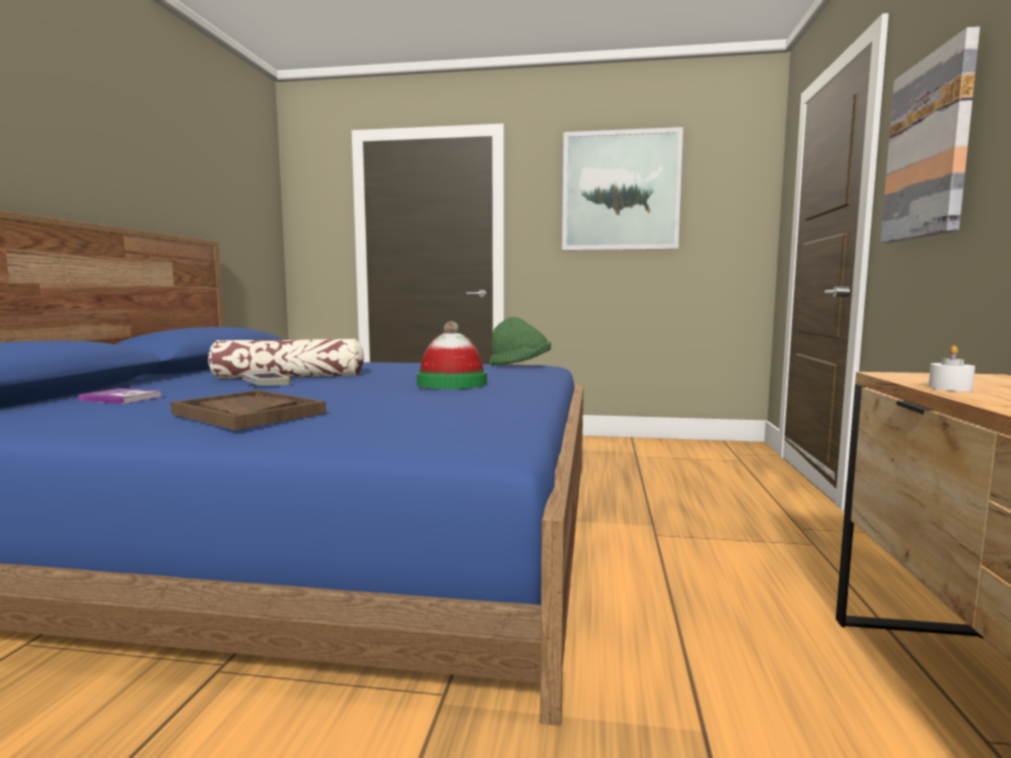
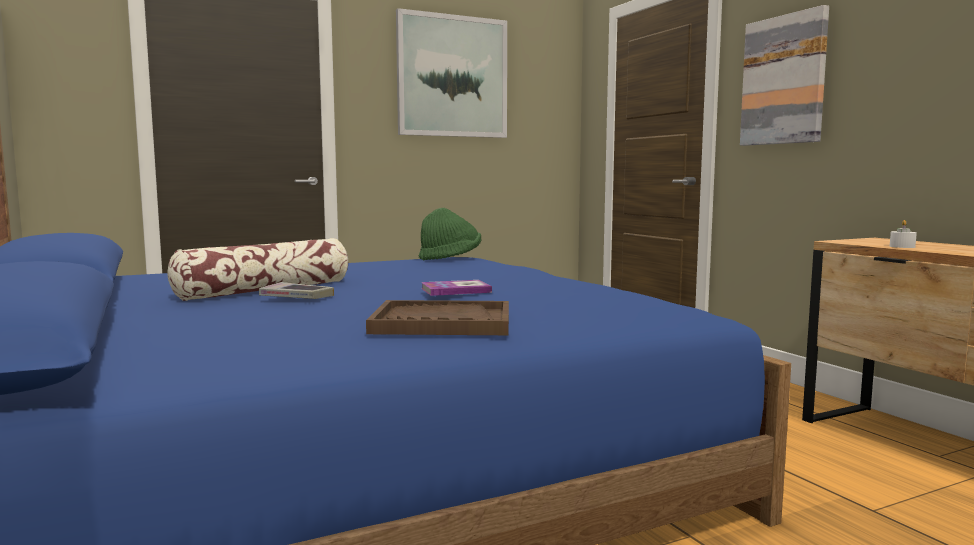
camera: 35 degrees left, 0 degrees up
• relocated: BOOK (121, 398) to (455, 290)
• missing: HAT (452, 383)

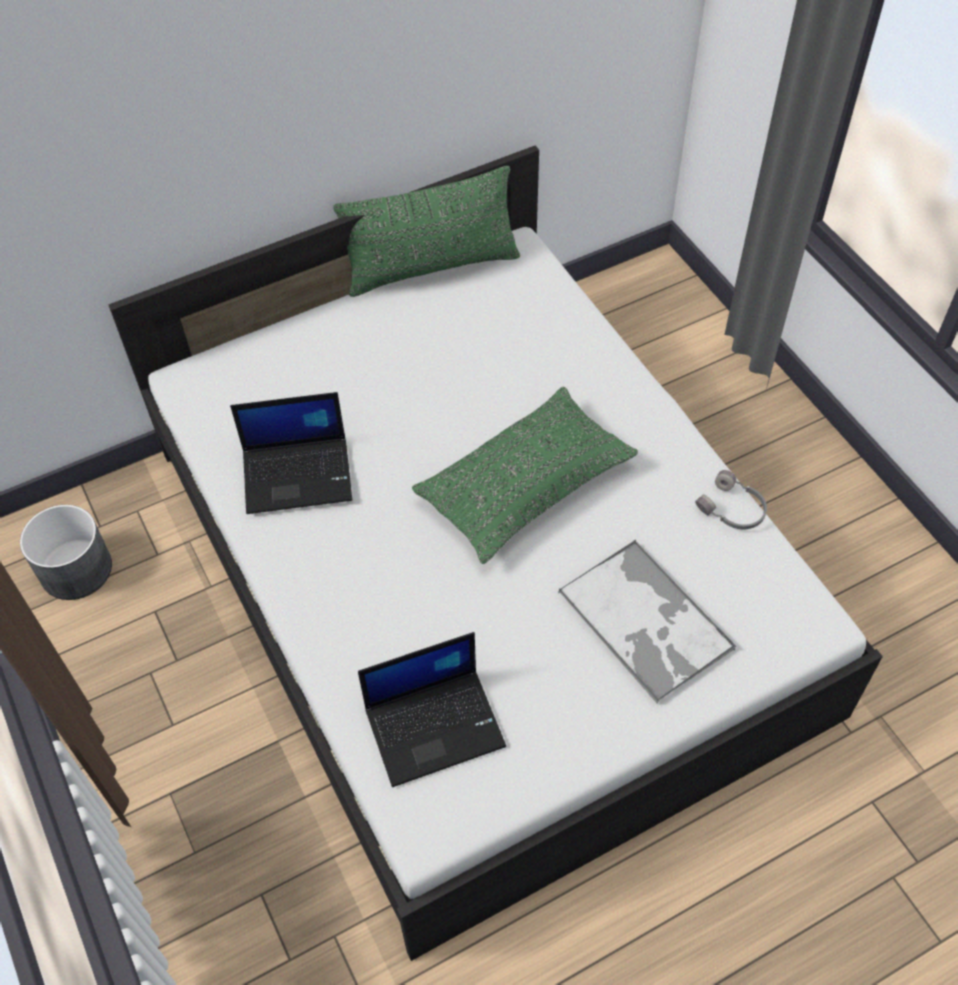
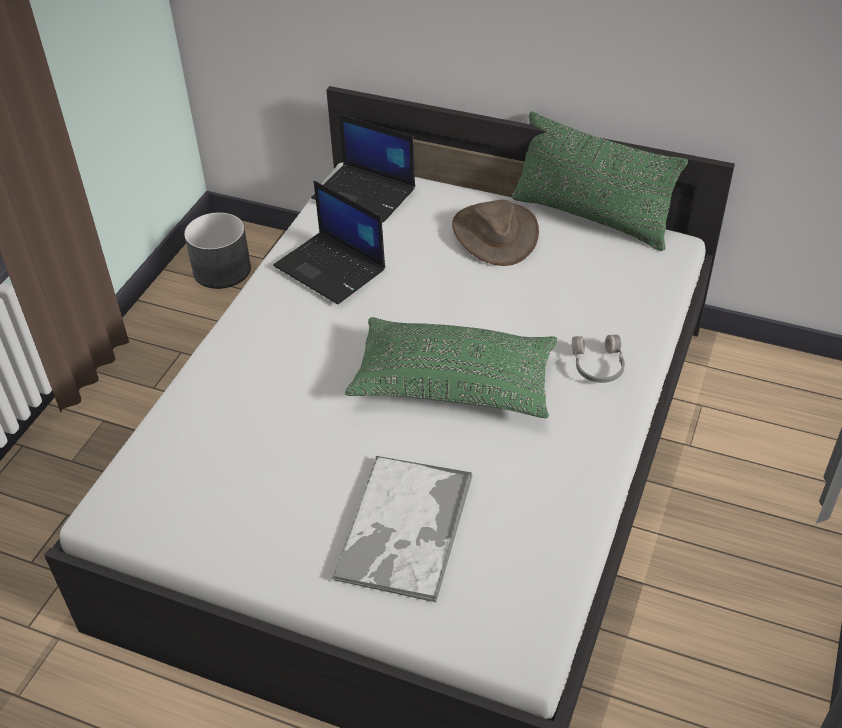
camera: 50 degrees right, 10 degrees down
• relocated: LAPTOP (435, 725) to (365, 194)
• relocated: GREY HEADPHONES (732, 509) to (597, 366)
• appeared: BROWN HAT (494, 234)

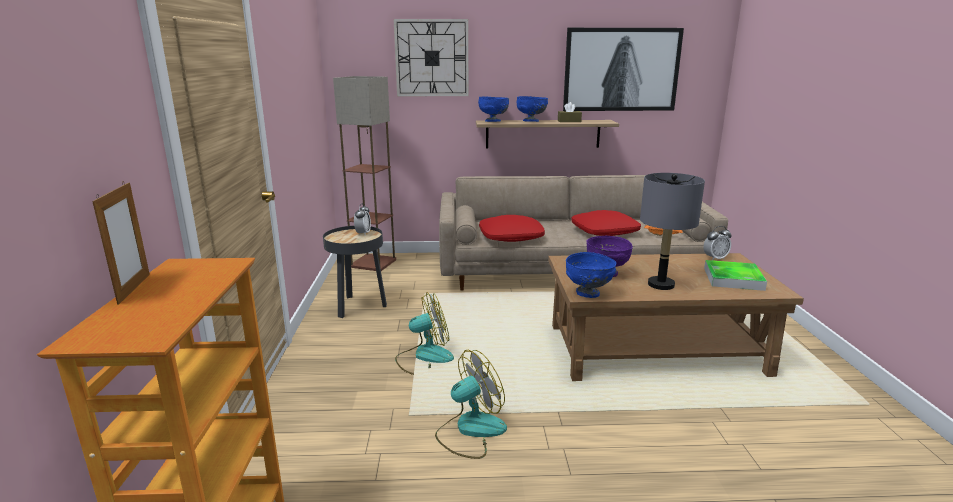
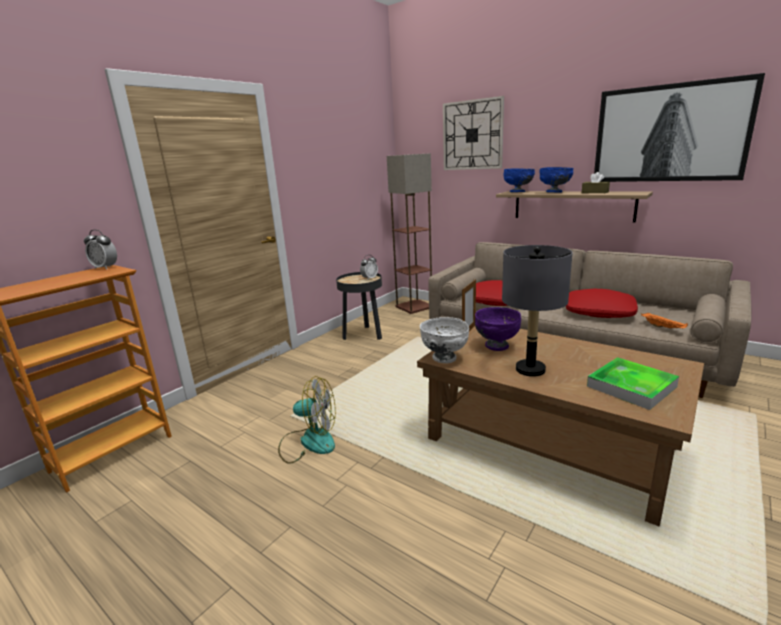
camera: 40 degrees right, 0 degrees up
• relocated: PICTURE FRAME (134, 288) to (469, 331)
• missing: FAN (424, 357)
• colour: BLUE BOWL (588, 294) to WHITE BOWL (444, 358)
• relocated: ALARM CLOCK (715, 258) to (105, 268)

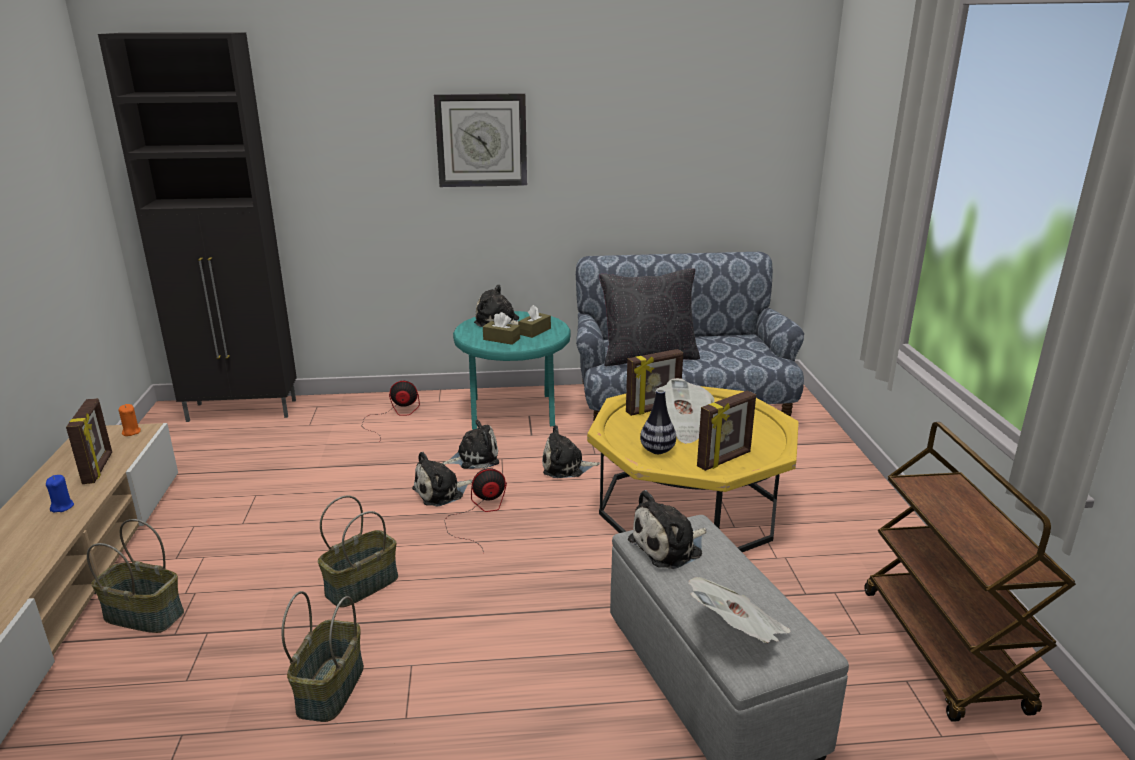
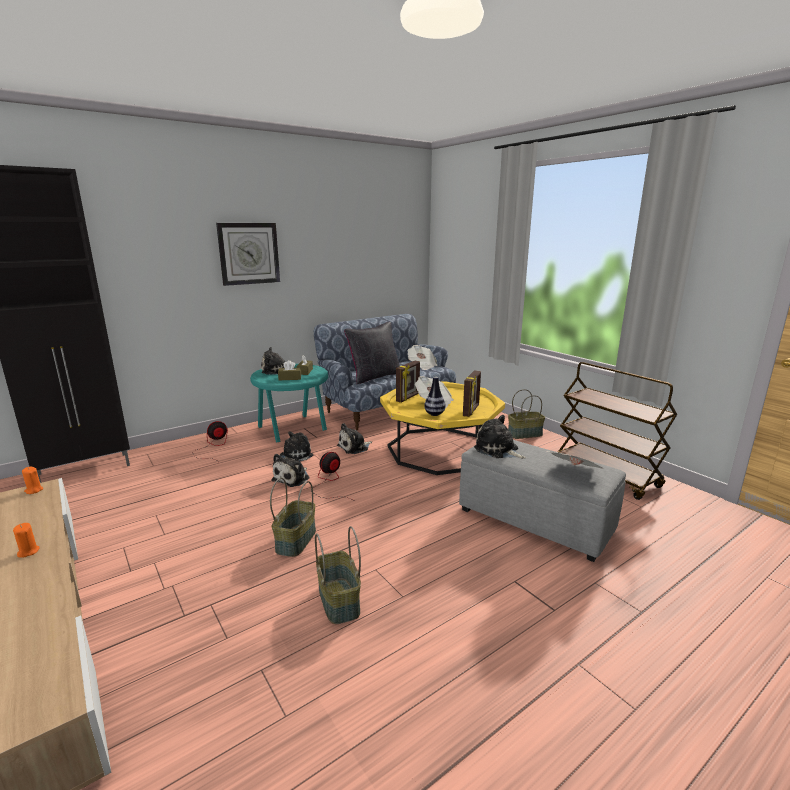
camera: 30 degrees left, 5 degrees down
• colour: BLUE CANDLE (62, 507) to ORANGE CANDLE (28, 552)
• missing: PICTURE FRAME (99, 468)
• relocated: BASKET (145, 615) to (524, 434)
• spun: PLUSH TOY (669, 547) = (498, 450) 105 degrees clockwise
• appeared: NEWSPAPER (422, 365)

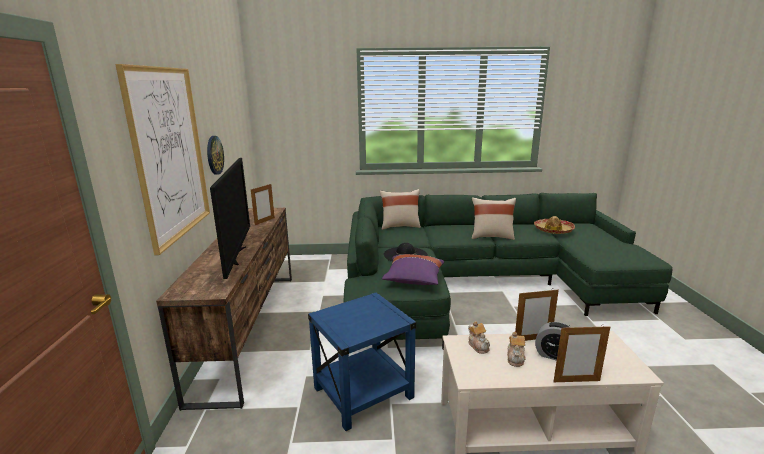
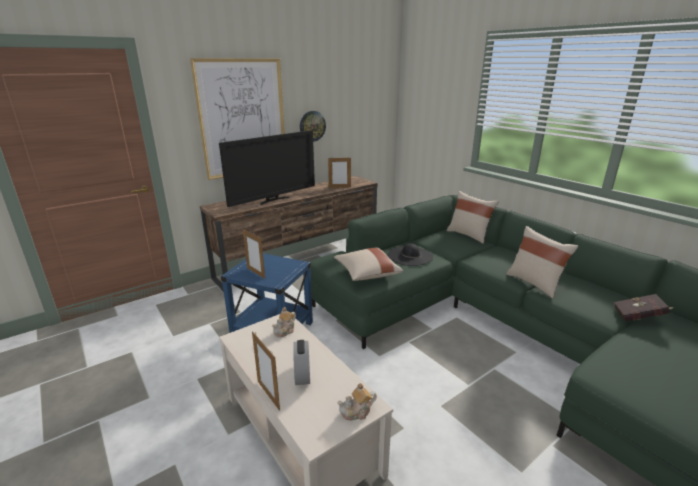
camera: 55 degrees right, 5 degrees up
• colour: PURPLE PILLOW (413, 280) to BEIGE PILLOW (367, 273)
• relocated: TEAPOT (515, 358) to (357, 412)
• relocated: PICTURE FRAME (533, 339) to (256, 273)
• exchanged: HAT (553, 230) to RED BOOK (639, 317)

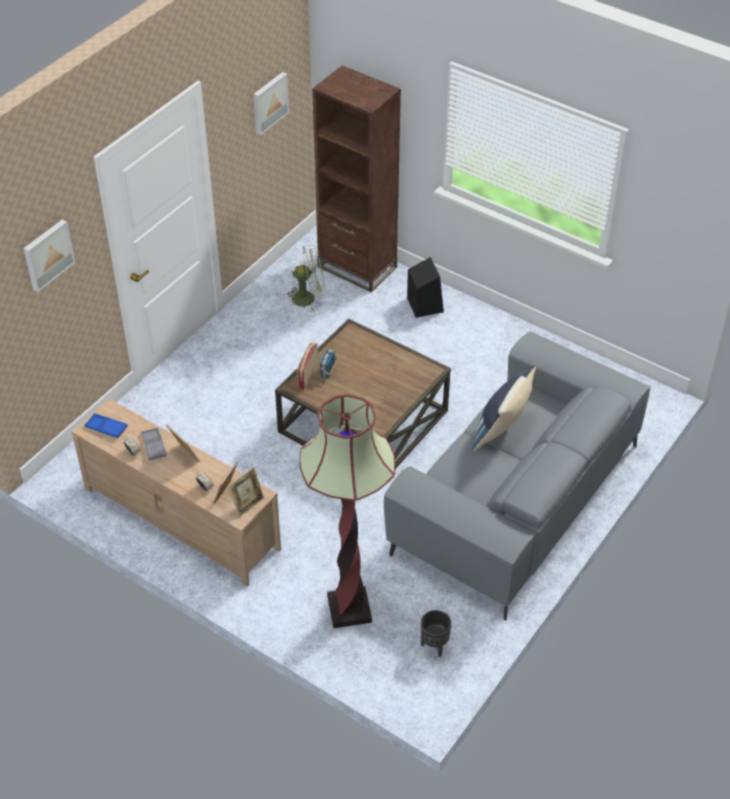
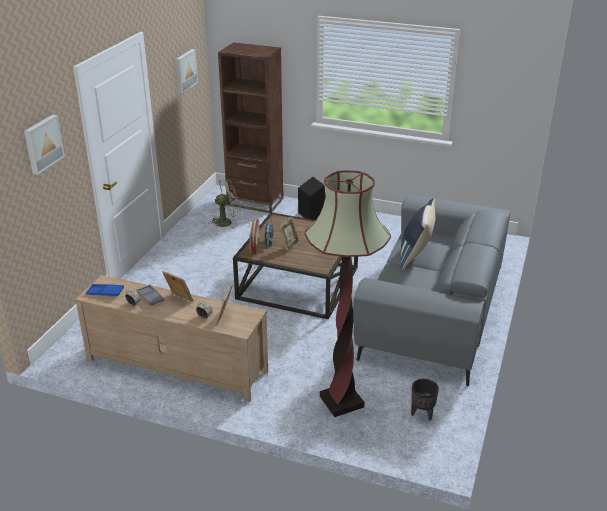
camera: 15 degrees left, 15 degrees down
• relocated: PICTURE FRAME (247, 504) to (289, 246)

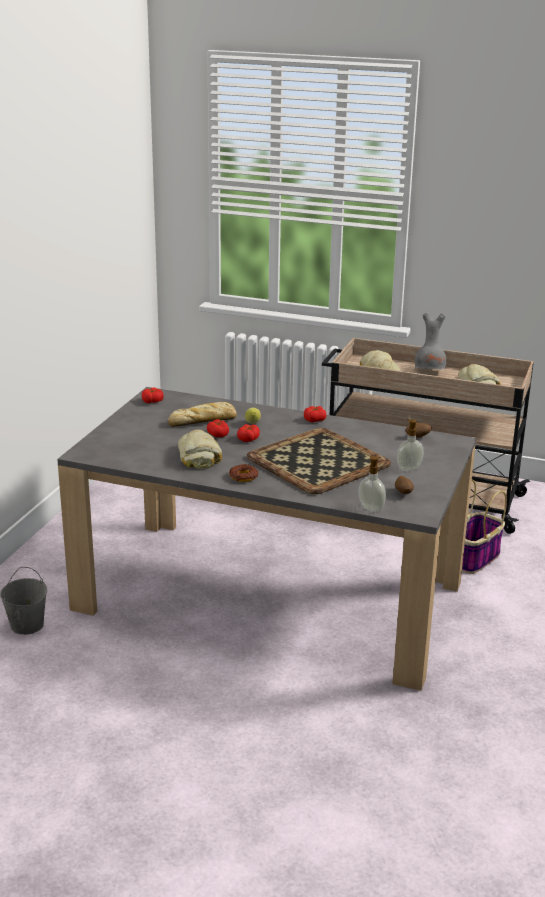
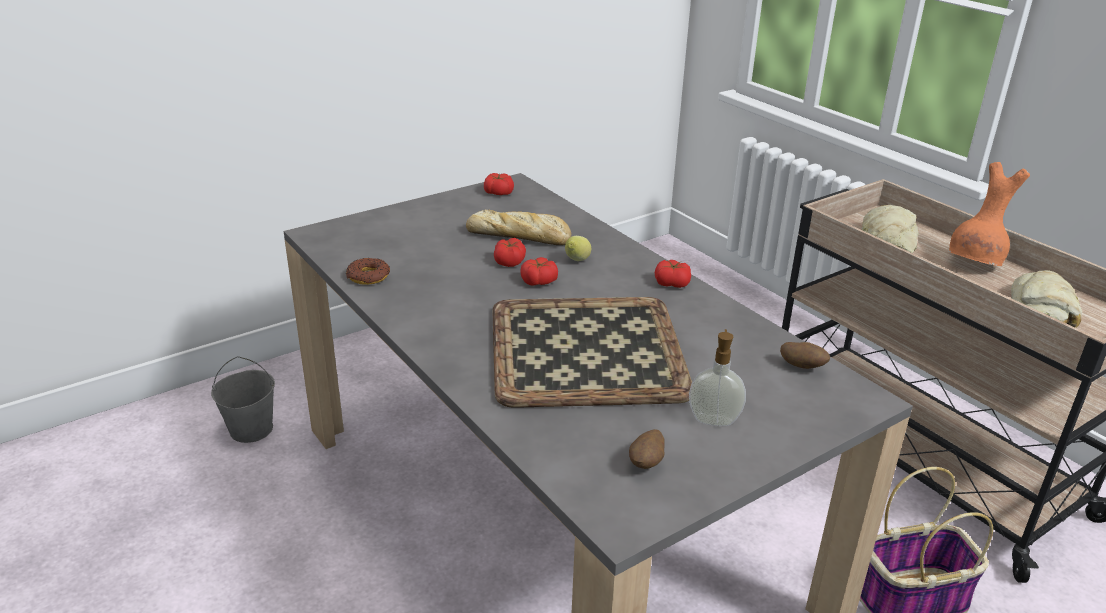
camera: 35 degrees right, 5 degrees up
• missing: BREAD (199, 456)
• relocated: DONUT (243, 477) to (368, 276)
• missing: SOAP DISPENSER (371, 508)
• colour: GREY VASE (430, 372) to ORANGE VASE (975, 264)

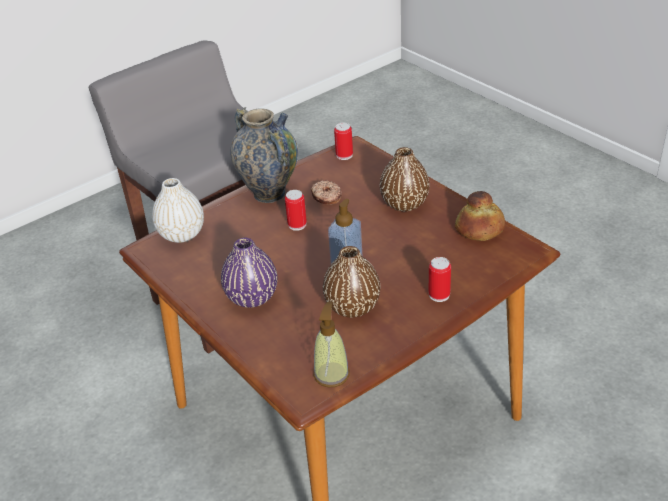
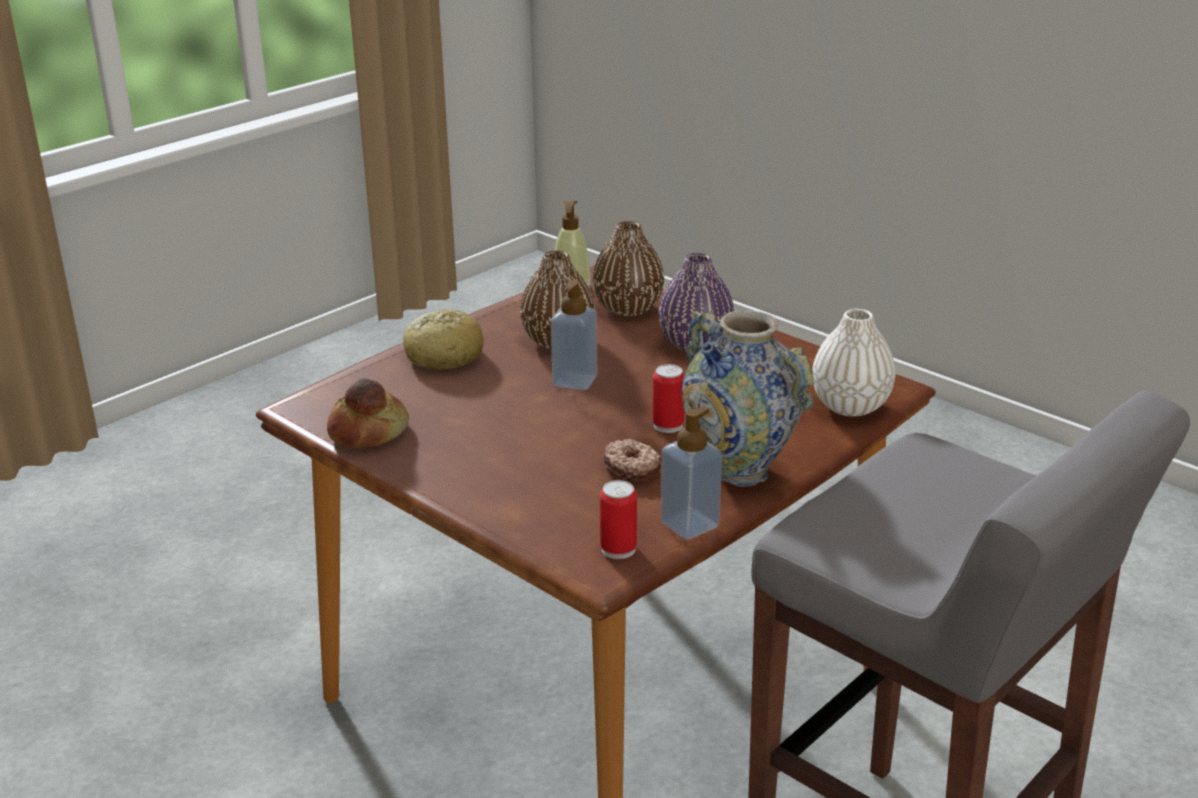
camera: 170 degrees right, 10 degrees down
• relocated: BROWN VASE (404, 203) to (628, 308)
• exchanged: CAN (439, 295) to BREAD (444, 355)
• appeared: SOAP DISPENSER (689, 524)

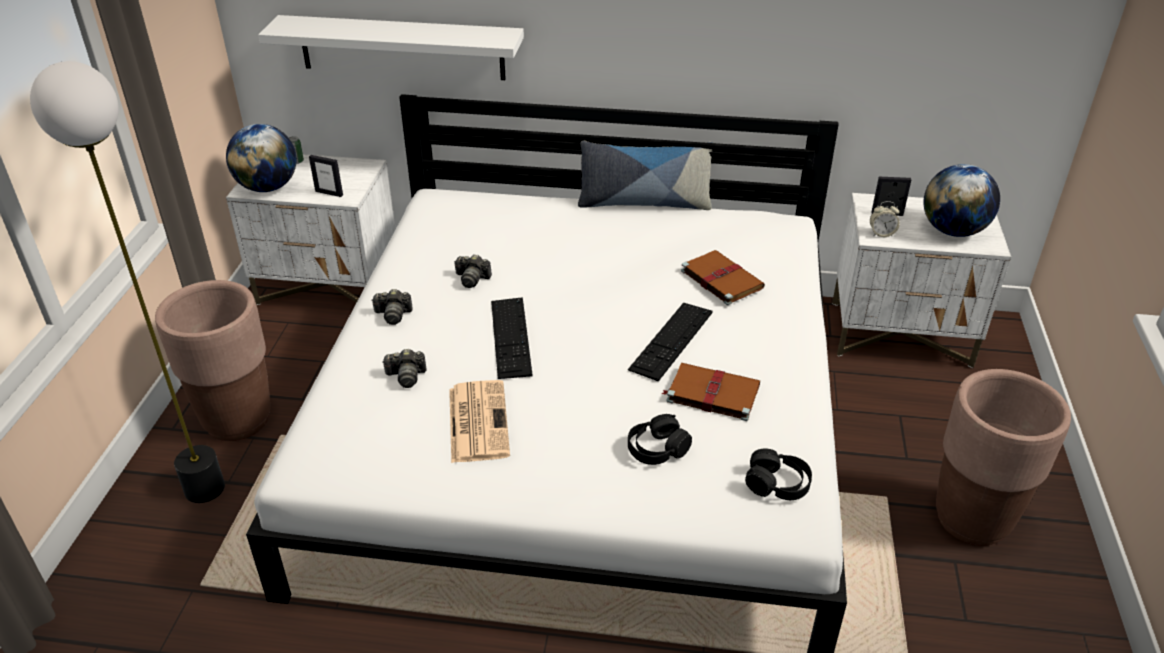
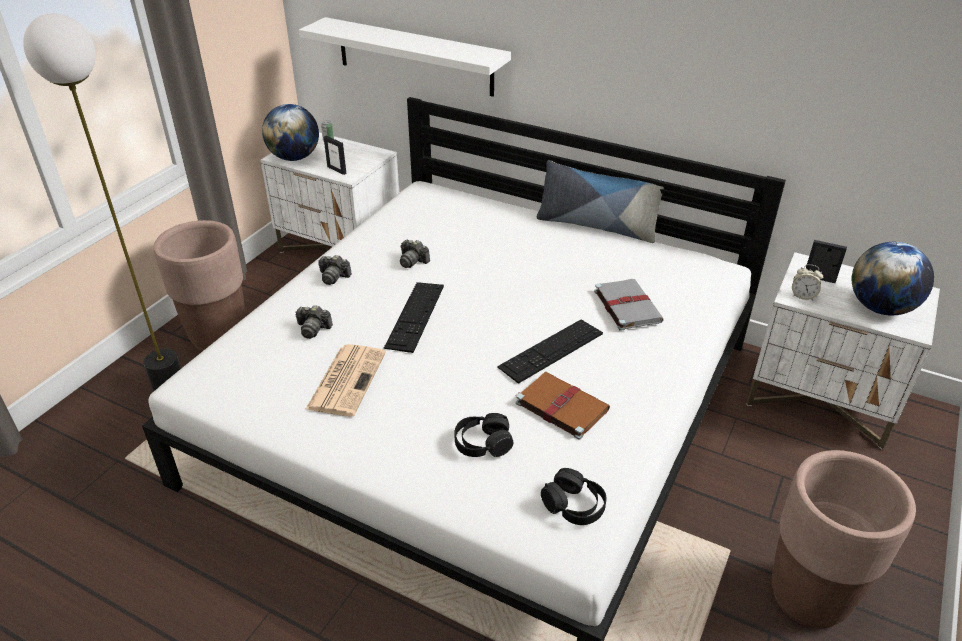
camera: 20 degrees right, 0 degrees up
• colour: BROWN BOOK (720, 279) to GREY BOOK (626, 305)

